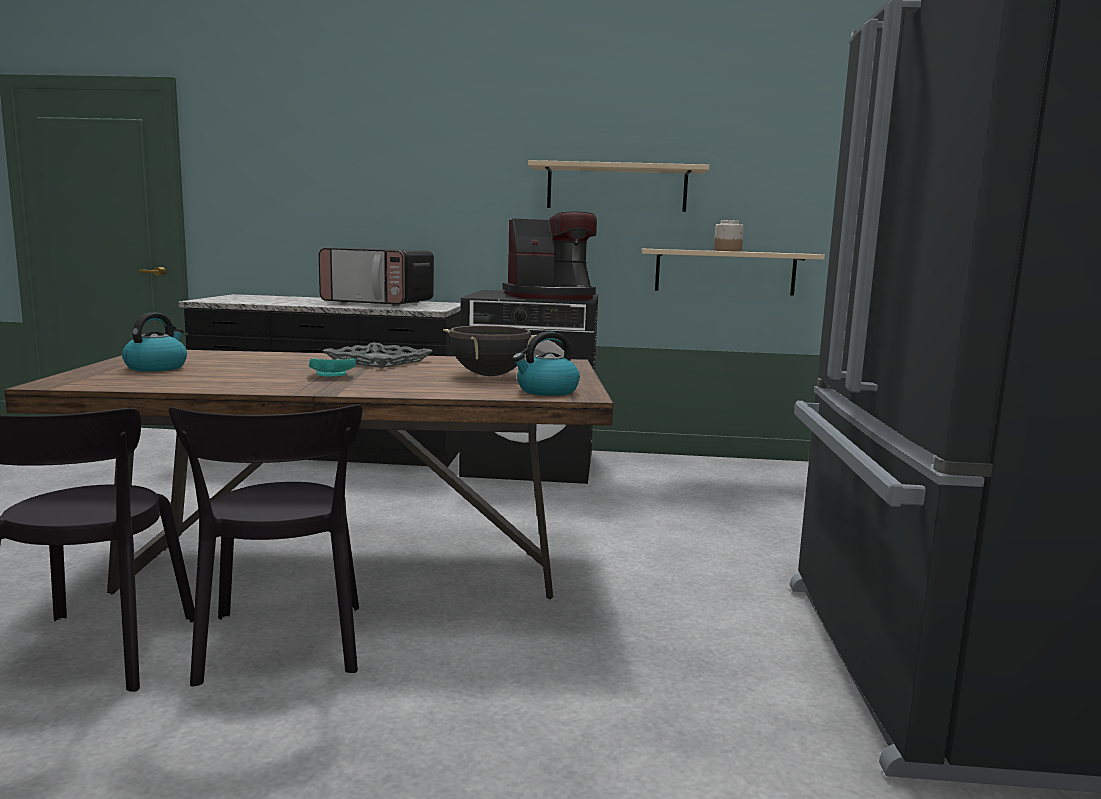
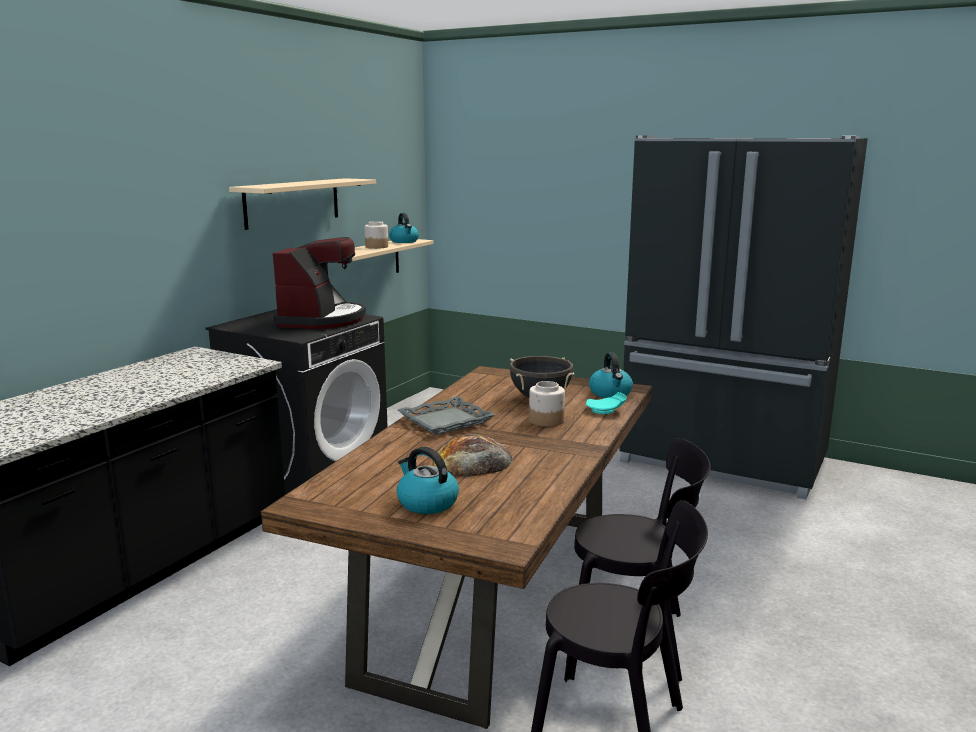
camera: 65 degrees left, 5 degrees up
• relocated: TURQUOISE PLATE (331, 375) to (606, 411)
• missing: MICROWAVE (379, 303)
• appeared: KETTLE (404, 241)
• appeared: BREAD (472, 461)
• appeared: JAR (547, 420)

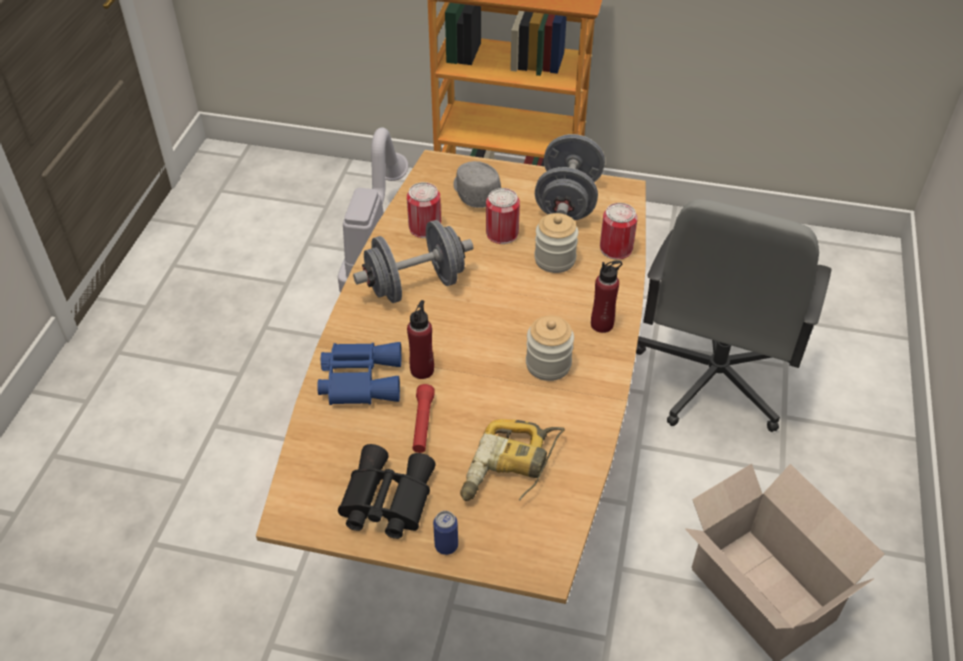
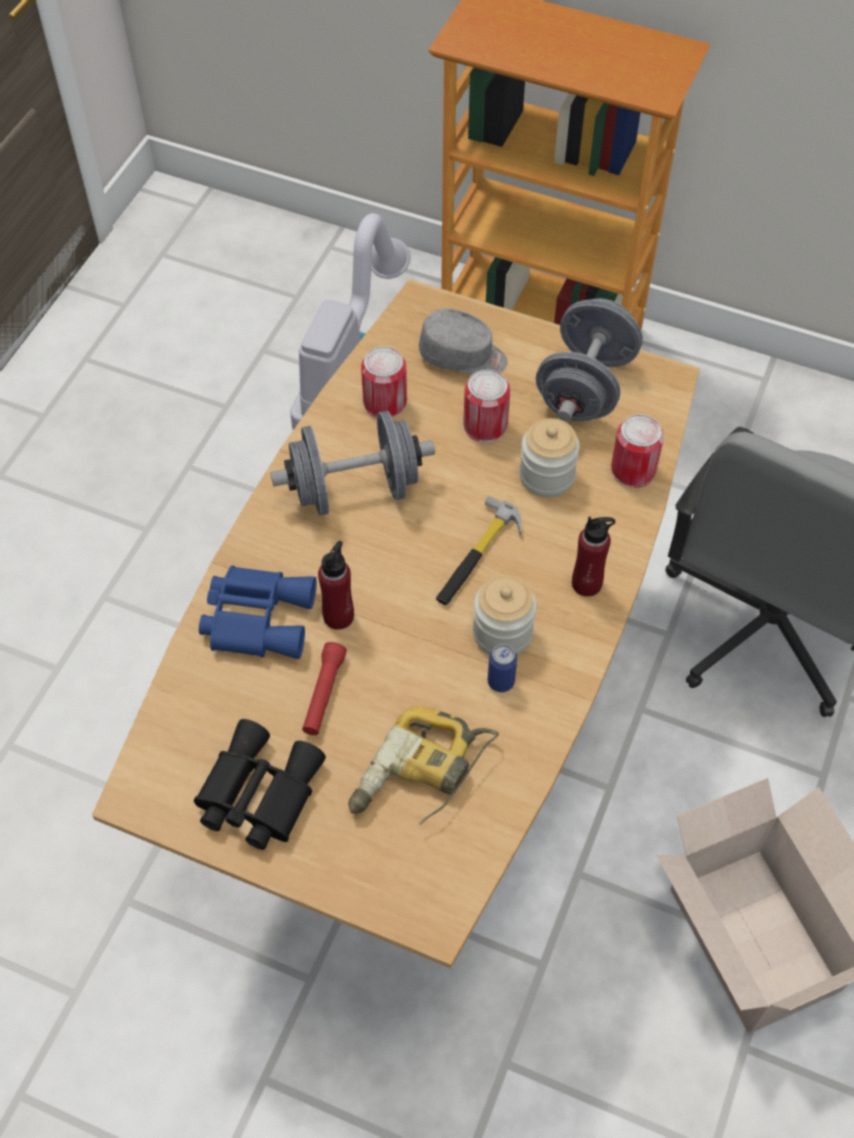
camera: 10 degrees right, 10 degrees up
• relocated: CAN (446, 546) to (501, 682)
• spun: GREY CAP (475, 192) = (463, 356) 120 degrees clockwise
• appeared: HAMMER (477, 556)

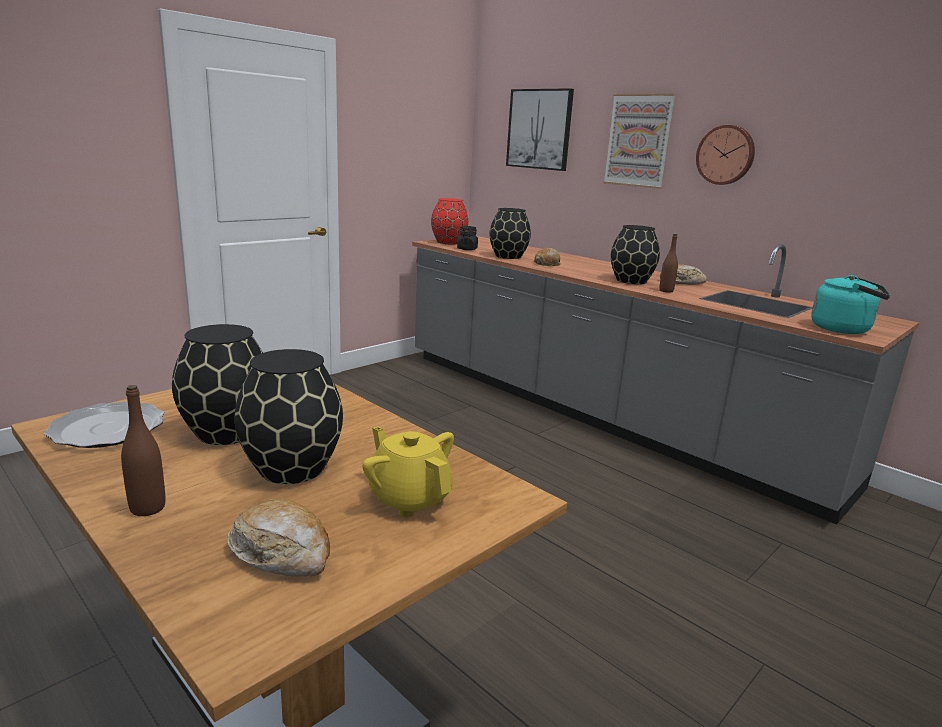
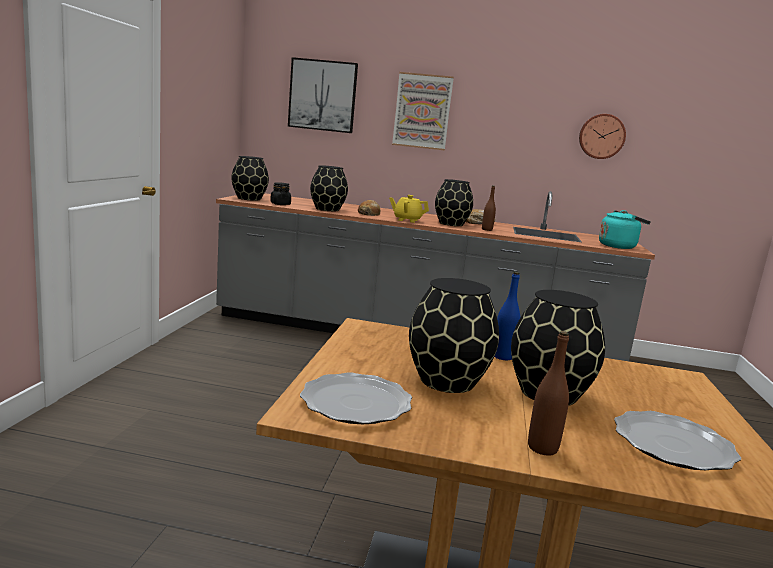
camera: 35 degrees left, 5 degrees down
• exchanged: BREAD (282, 552) to PLATE (673, 445)
• relocated: YELLOW TEAPOT (409, 499) to (407, 220)
• colour: RED VASE (449, 242) to BLACK VASE (249, 198)
• relocated: WALL CLOCK (726, 155) to (601, 136)
• appeared: BLUE BOTTLE (502, 356)

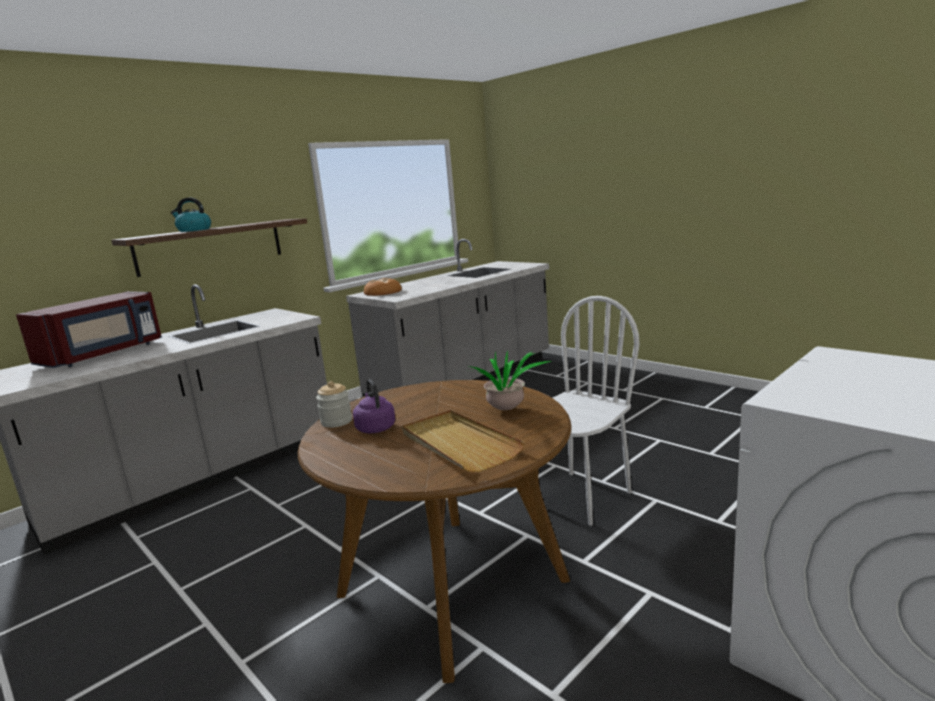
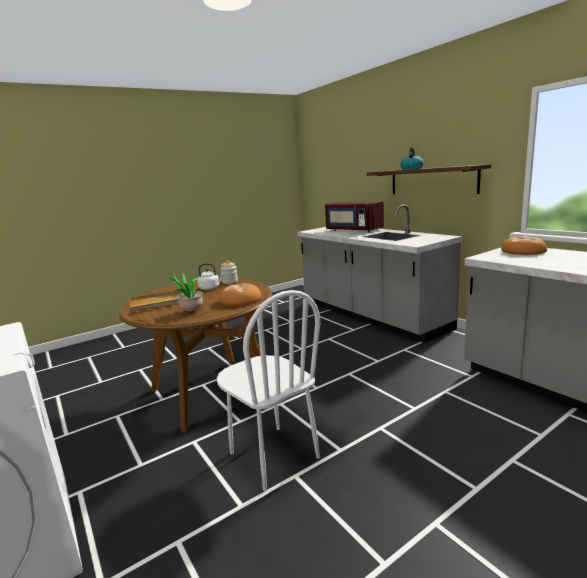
camera: 100 degrees right, 0 degrees up
• colour: PURPLE KETTLE (375, 428) to WHITE KETTLE (210, 288)
• appeared: BREAD (240, 300)

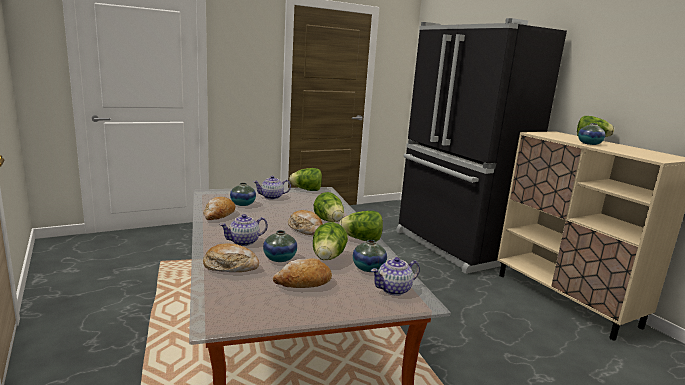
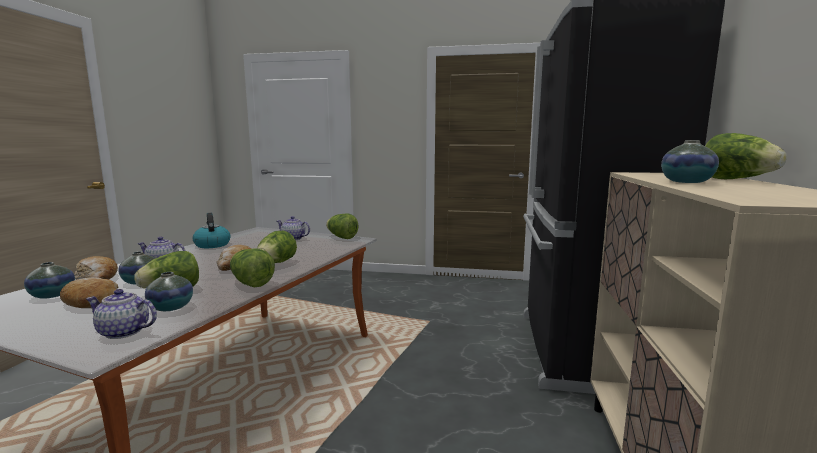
camera: 40 degrees right, 5 degrees down
• exchanged: BREAD (218, 215) to KETTLE (212, 245)
• relocated: VASE (243, 204) to (52, 295)

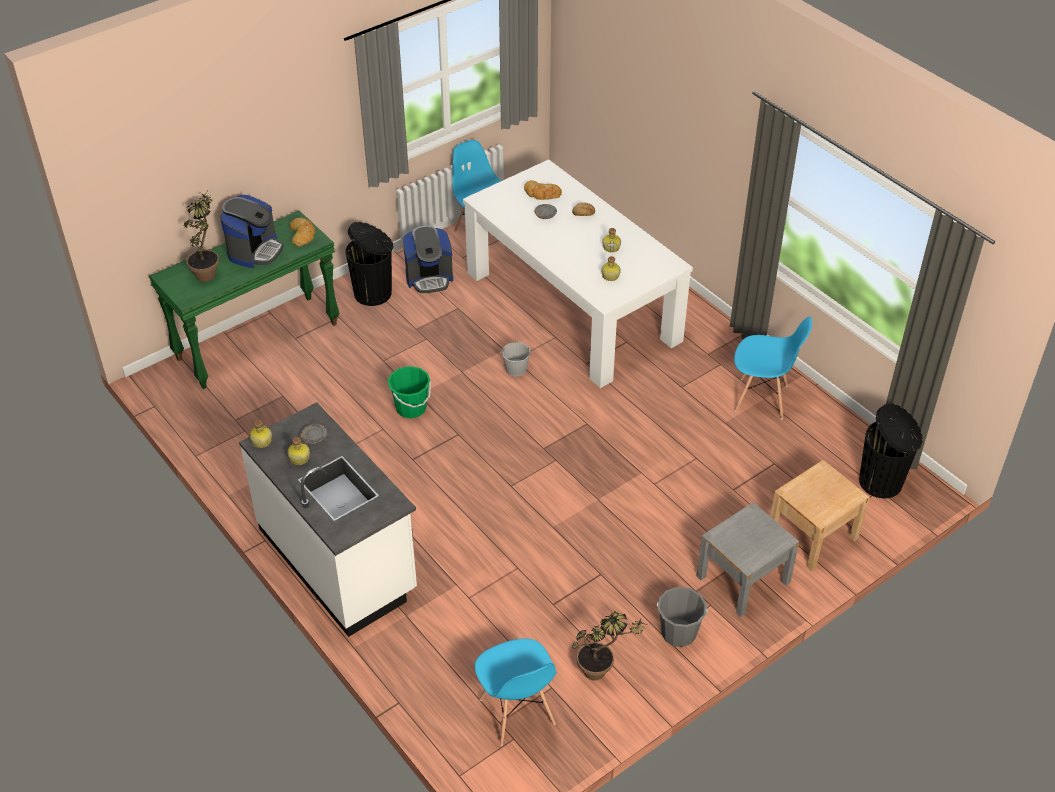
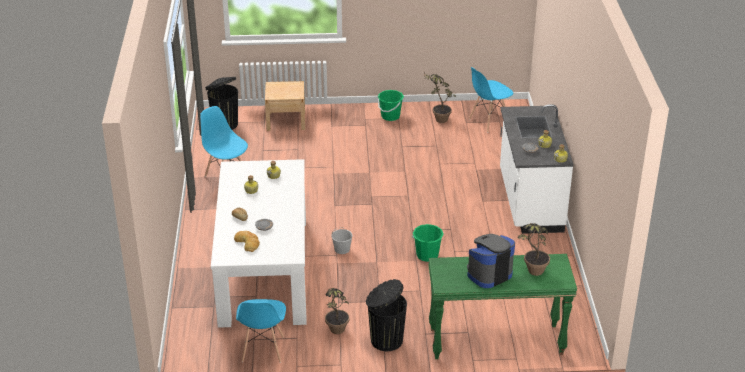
camera: 145 degrees left, 10 degrees down
• missing: BREAD (302, 234)
• exchanged: COFFEE MACHINE (429, 278) to POTTED PLANT (336, 333)
• spun: BLUE CHAIR (516, 712) = (489, 121) 135 degrees counterclockwise
• colour: GREY BUCKET (678, 633) to GREEN BUCKET (390, 116)
• missing: GREY NIGHTSTAND (743, 579)

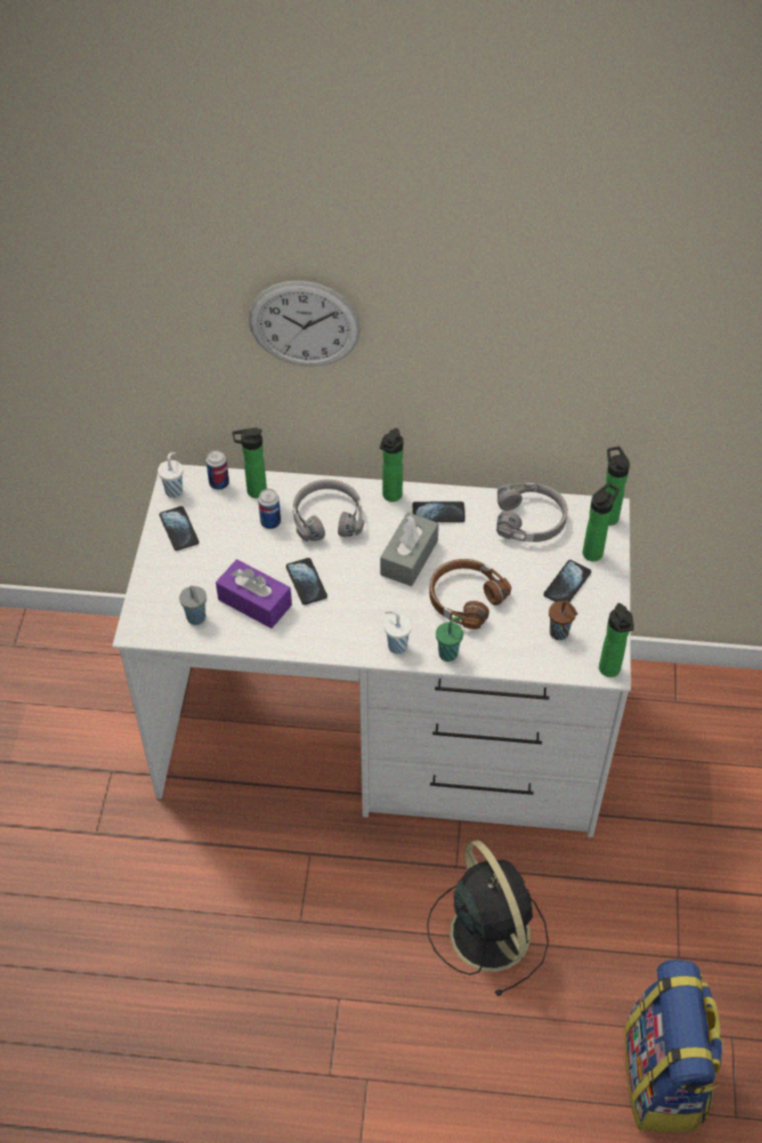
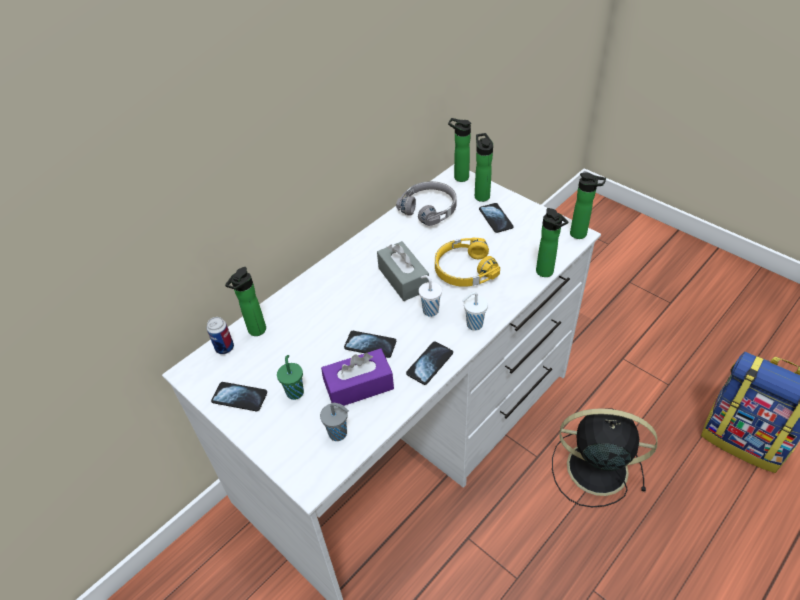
camera: 50 degrees left, 5 degrees down
• relocated: WHITE CUP (174, 490) to (430, 310)
• missing: WALL CLOCK (304, 324)
• missing: CAN (270, 522)
• missing: GREY HEADPHONES (327, 517)
• relocated: BOTTLE (391, 497) to (546, 273)
• relocated: PHONE (438, 513) to (429, 364)
• colour: BROWN HEADPHONES (465, 598) to YELLOW HEADPHONES (464, 269)
• relocated: GREEN CUP (449, 653) to (295, 391)
• missing: BROWN CUP (560, 633)

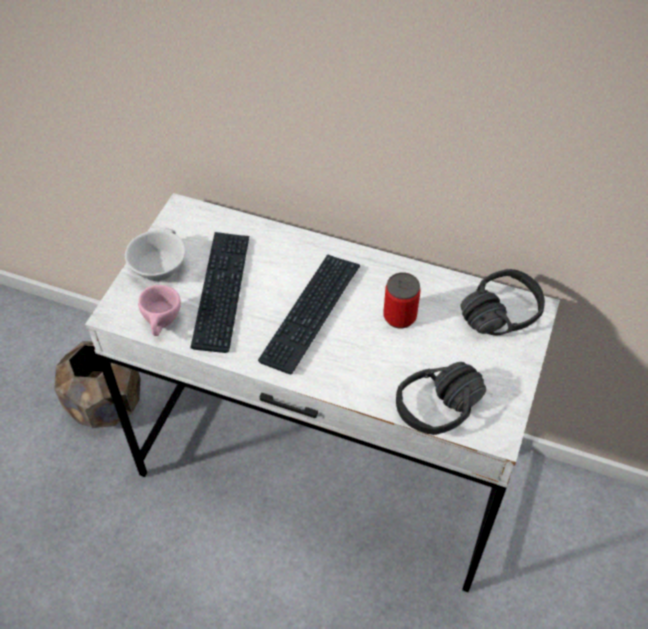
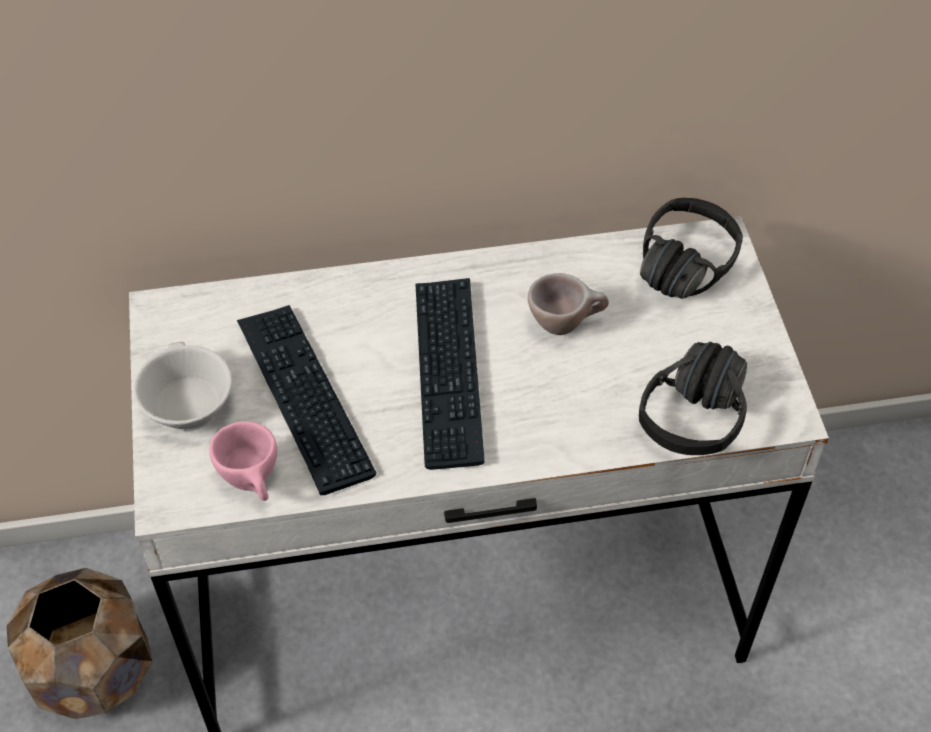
camera: 30 degrees left, 0 degrees up
• exchanged: CAN (399, 316) to BEIGE CUP (565, 324)

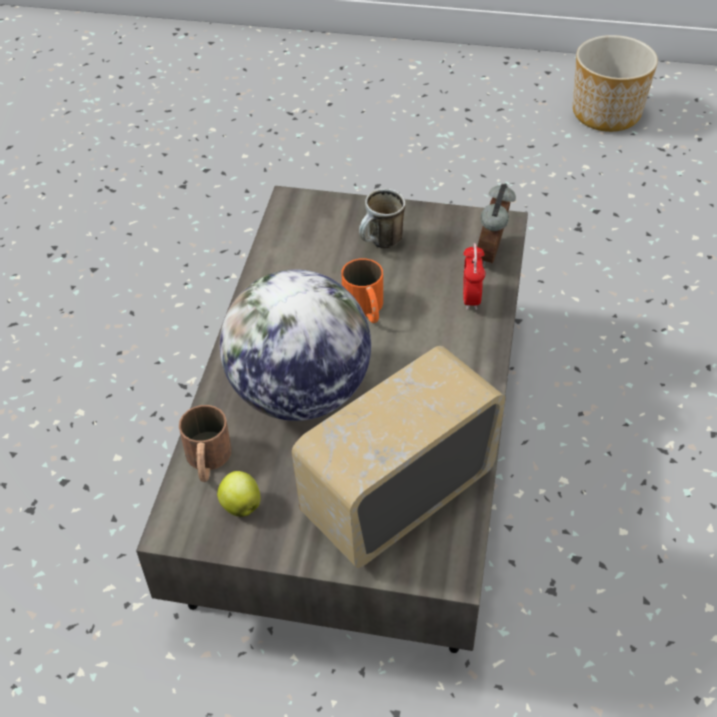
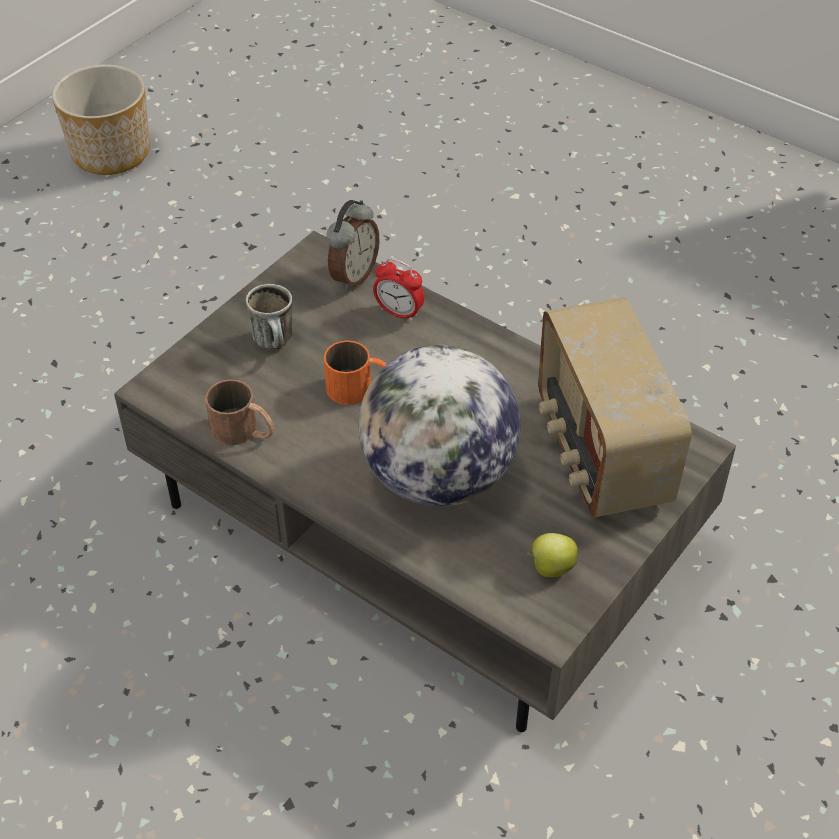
camera: 65 degrees left, 0 degrees up
• relocated: BROWN MUG (207, 461) to (244, 431)
• spun: ALARM CLOCK (492, 255) = (353, 275) 105 degrees counterclockwise

